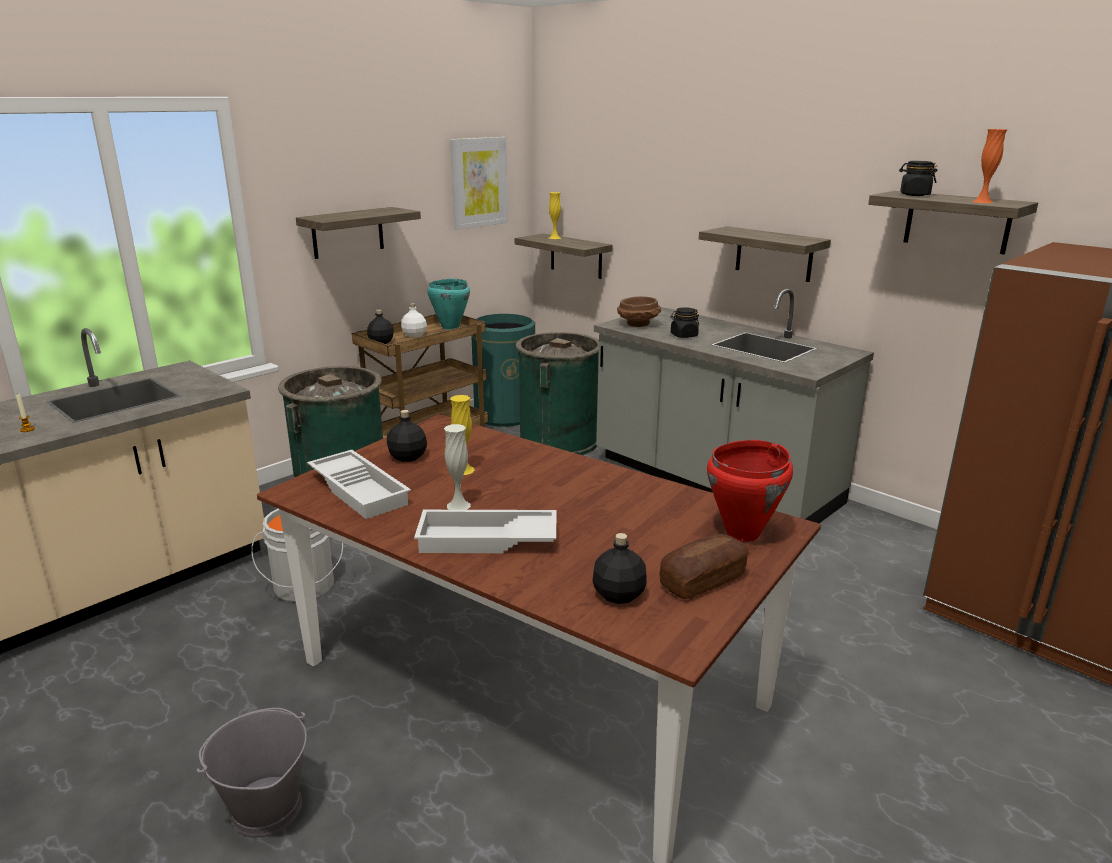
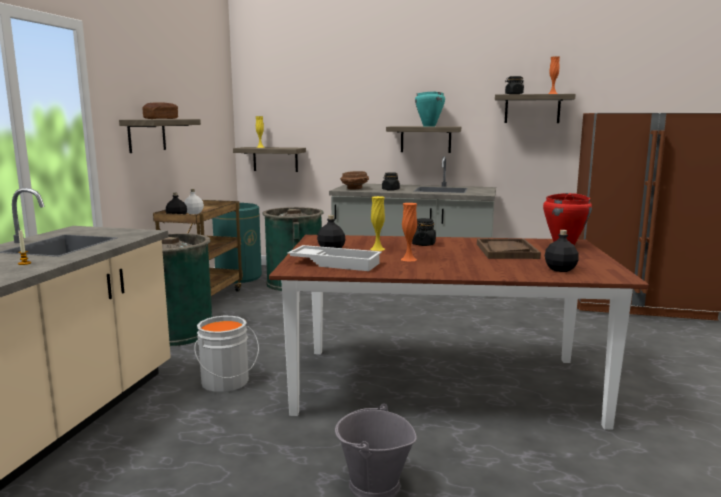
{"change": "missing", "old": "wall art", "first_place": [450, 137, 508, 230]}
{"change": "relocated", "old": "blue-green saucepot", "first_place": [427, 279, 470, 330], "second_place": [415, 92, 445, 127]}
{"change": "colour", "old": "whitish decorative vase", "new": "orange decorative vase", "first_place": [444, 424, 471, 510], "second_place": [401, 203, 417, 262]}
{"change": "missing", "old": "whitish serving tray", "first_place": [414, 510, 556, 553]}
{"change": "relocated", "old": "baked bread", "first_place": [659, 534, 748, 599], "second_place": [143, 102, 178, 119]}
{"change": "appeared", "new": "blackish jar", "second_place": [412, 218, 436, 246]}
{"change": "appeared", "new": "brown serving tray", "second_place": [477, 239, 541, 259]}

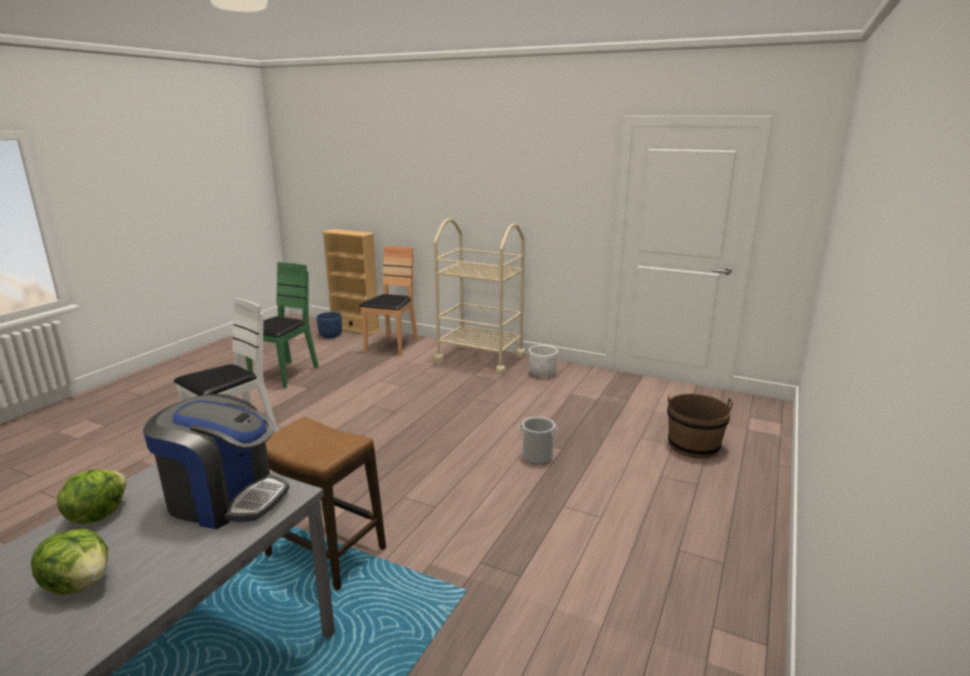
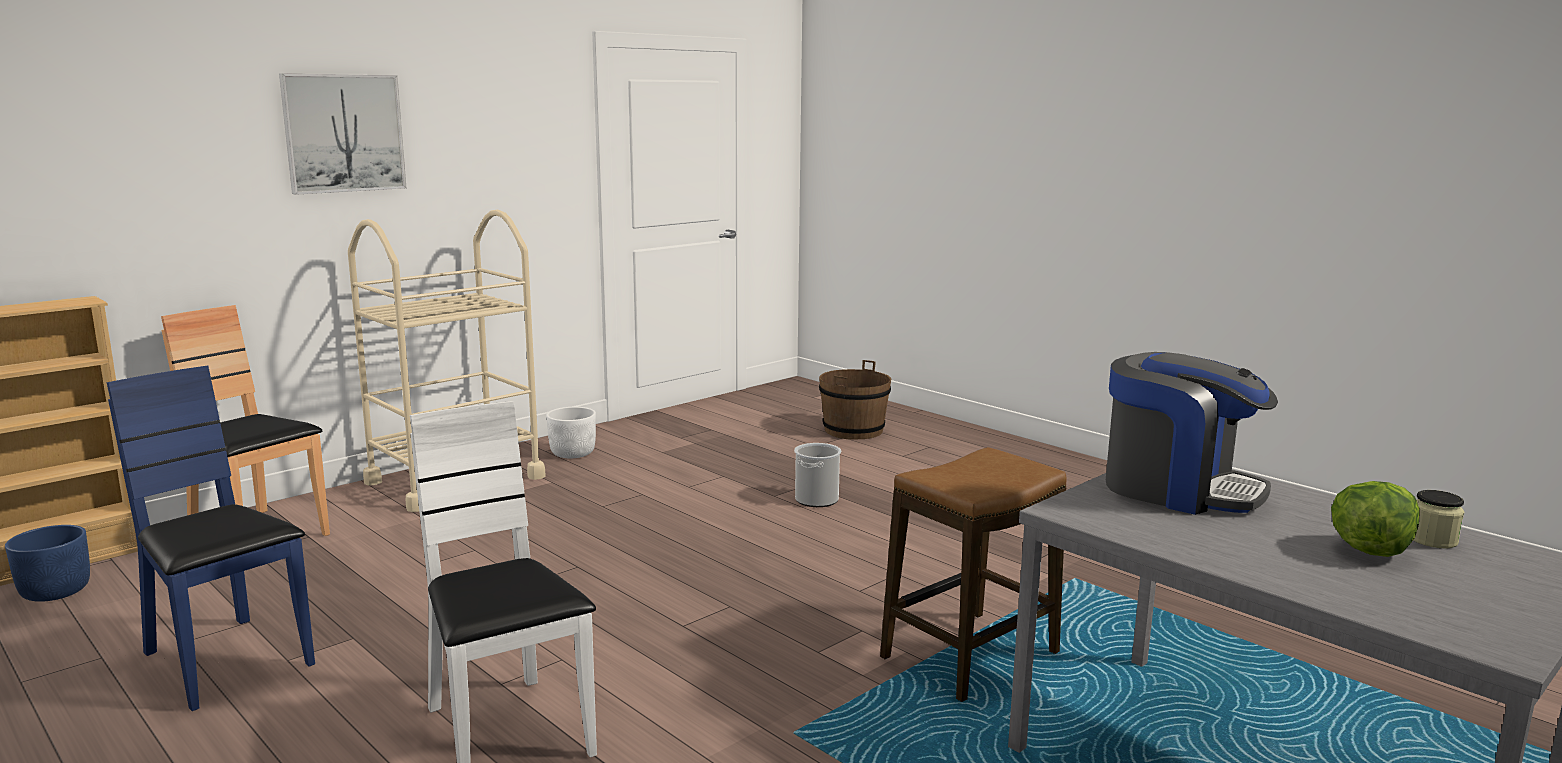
{"change": "colour", "old": "green upright chair", "new": "bluish upright chair", "first_place": [245, 262, 319, 388], "second_place": [107, 366, 315, 711]}
{"change": "spun", "old": "coffee machine", "first_place": [143, 394, 289, 529], "second_place": [1106, 352, 1278, 515], "degrees": 90}
{"change": "missing", "old": "lettuce head", "first_place": [57, 469, 127, 524]}
{"change": "appeared", "new": "wall art", "second_place": [279, 73, 406, 195]}
{"change": "appeared", "new": "jar", "second_place": [1413, 490, 1464, 548]}

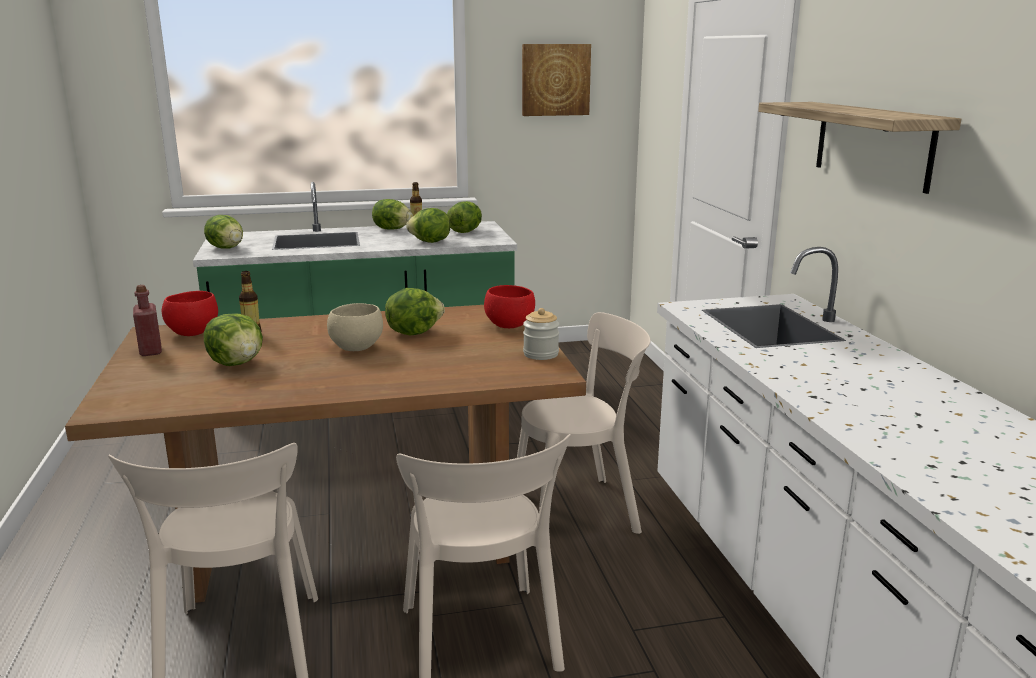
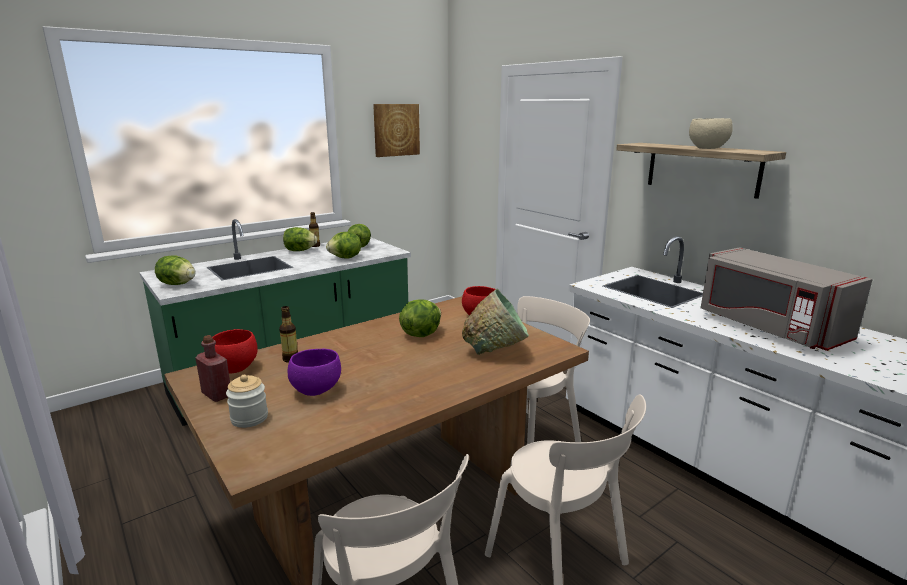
{"change": "relocated", "old": "sand-coloured serving bowl", "first_place": [327, 303, 383, 351], "second_place": [689, 118, 733, 149]}
{"change": "relocated", "old": "jar", "first_place": [523, 308, 559, 360], "second_place": [226, 375, 268, 428]}
{"change": "exchanged", "old": "lettuce head", "new": "purple-coloured serving bowl", "first_place": [204, 313, 263, 366], "second_place": [288, 349, 341, 396]}
{"change": "appeared", "new": "greyish microwave oven", "second_place": [701, 247, 873, 351]}
{"change": "appeared", "new": "green serving bowl", "second_place": [462, 288, 529, 355]}

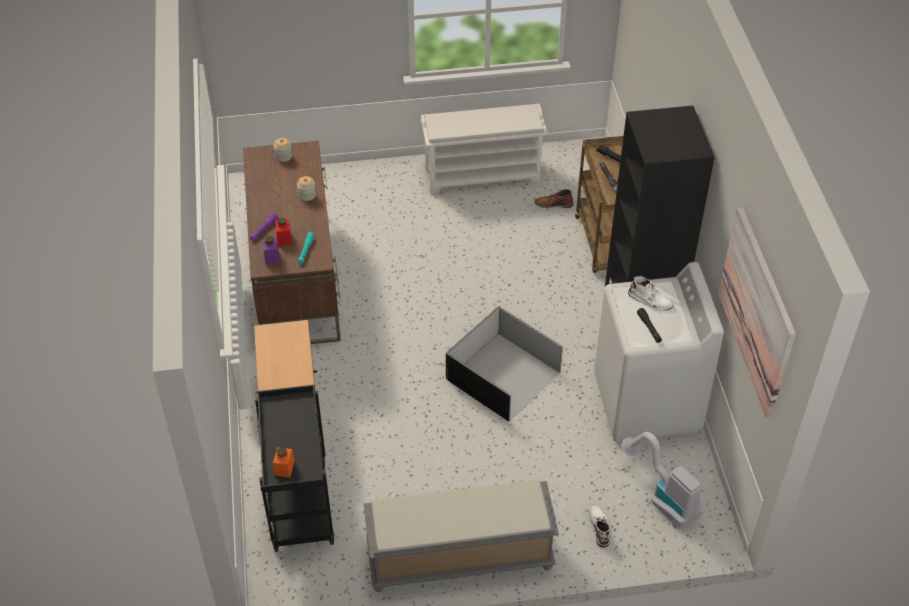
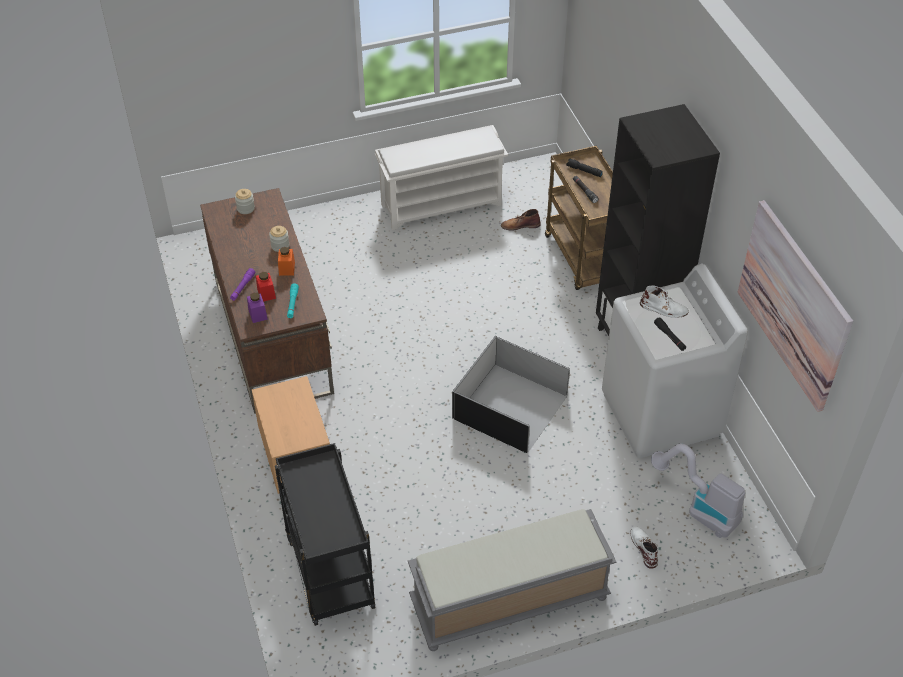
{"change": "relocated", "old": "orange jar", "first_place": [273, 447, 295, 478], "second_place": [278, 247, 295, 276]}

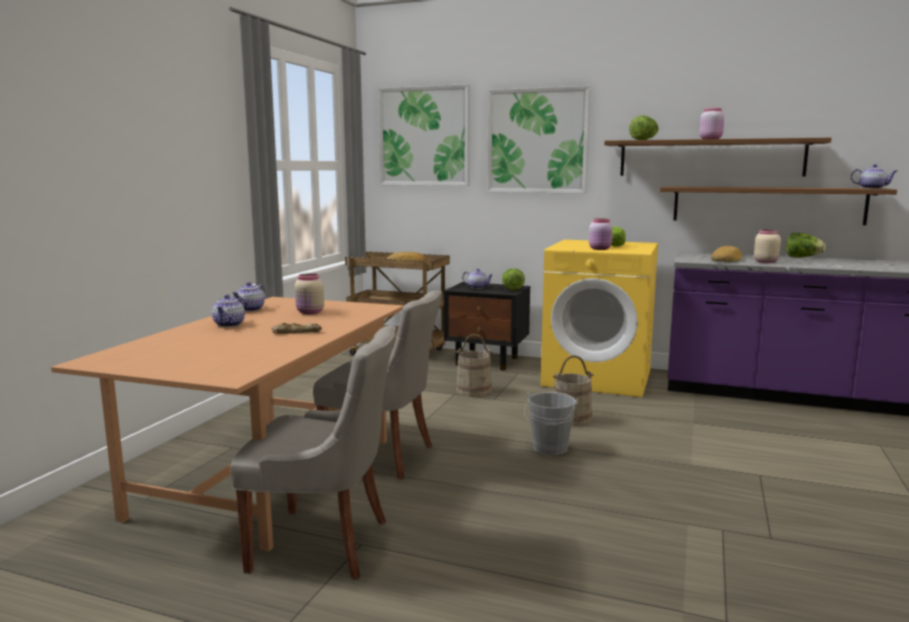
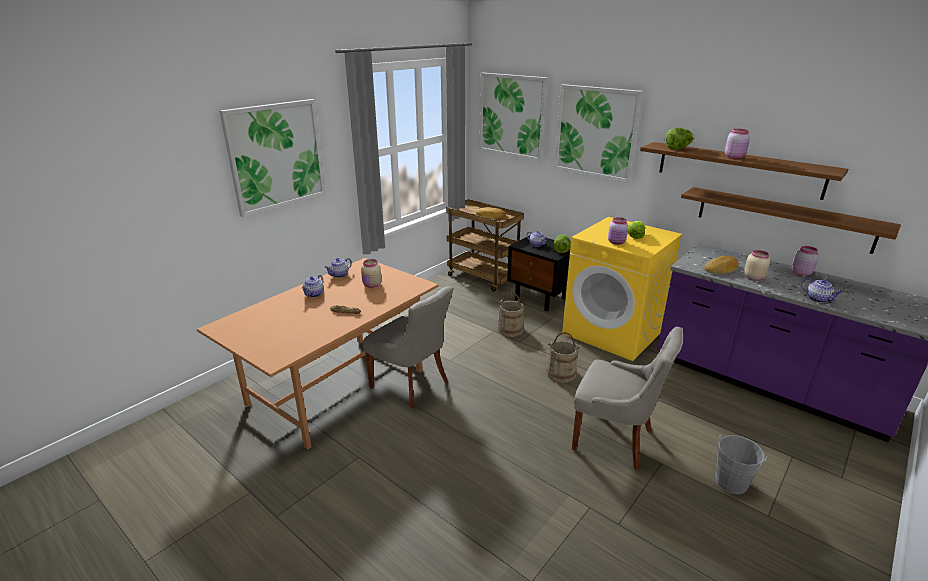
{"change": "relocated", "old": "pot for tea", "first_place": [851, 164, 897, 189], "second_place": [801, 278, 843, 303]}
{"change": "exchanged", "old": "lettuce head", "new": "pink jar", "first_place": [786, 233, 826, 258], "second_place": [792, 246, 819, 276]}
{"change": "relocated", "old": "greyish upright chair", "first_place": [230, 326, 396, 580], "second_place": [572, 327, 683, 470]}
{"change": "relocated", "old": "greyish water bucket", "first_place": [524, 392, 578, 455], "second_place": [713, 435, 767, 494]}
{"change": "appeared", "new": "wall art", "second_place": [219, 99, 326, 217]}

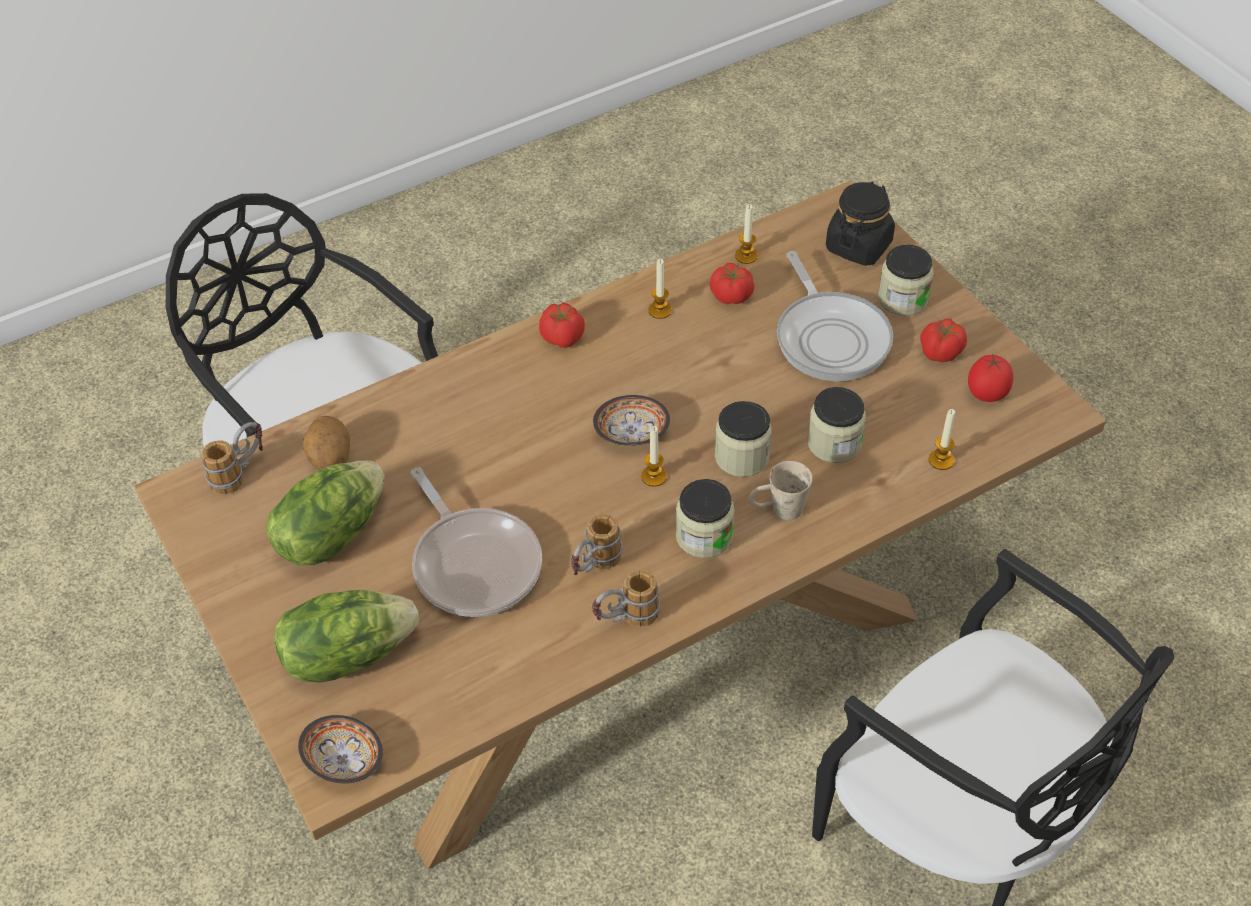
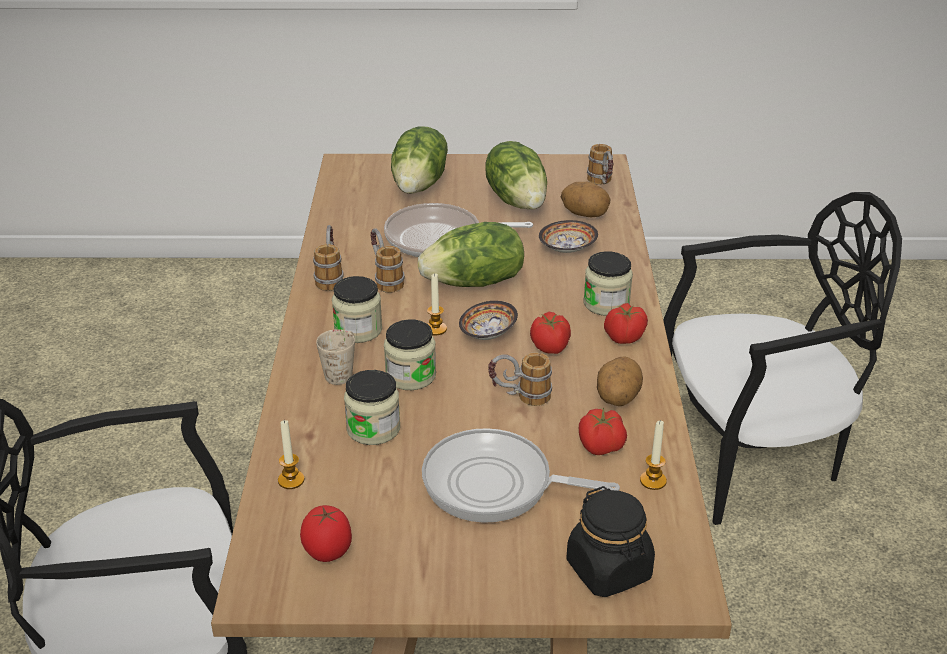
{"change": "relocated", "old": "jar", "first_place": [878, 245, 934, 316], "second_place": [584, 251, 633, 316]}
{"change": "exchanged", "old": "wax candle", "new": "whole potato", "first_place": [648, 259, 672, 319], "second_place": [597, 356, 643, 406]}
{"change": "relocated", "old": "tomato", "first_place": [920, 319, 967, 362], "second_place": [530, 312, 571, 354]}
{"change": "relocated", "old": "serving bowl", "first_place": [298, 715, 383, 784], "second_place": [539, 220, 598, 253]}
{"change": "appeared", "new": "lettuce head", "second_place": [418, 222, 524, 287]}
{"change": "appeared", "new": "coffee mug", "second_place": [488, 352, 552, 406]}

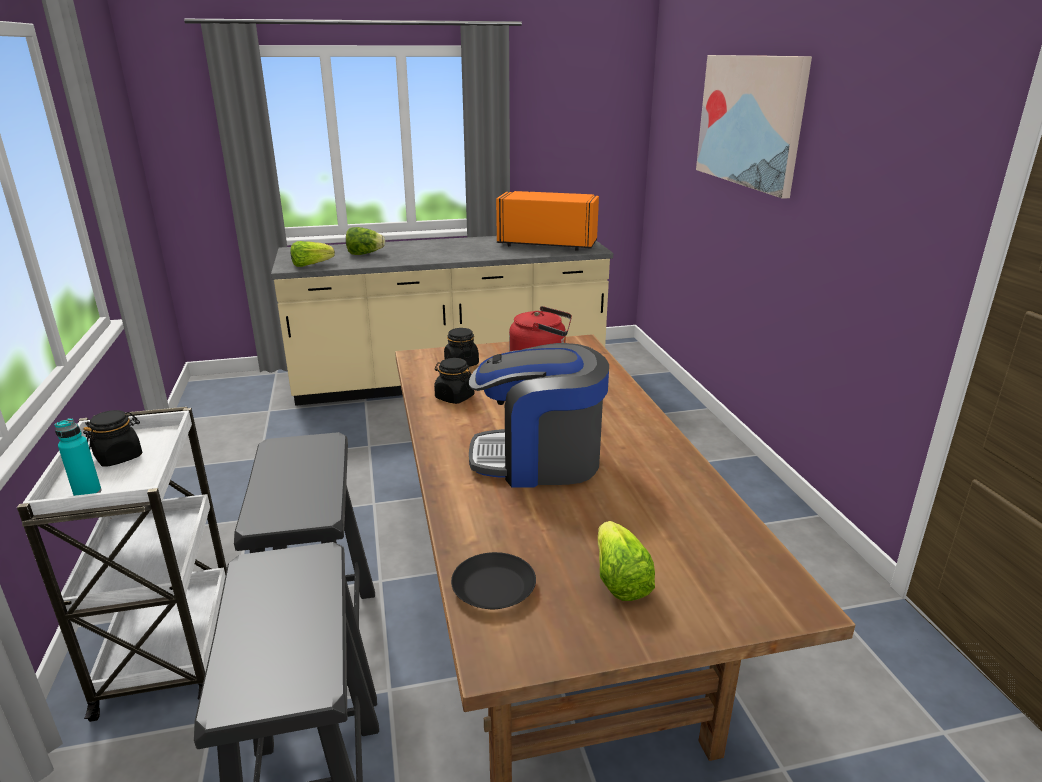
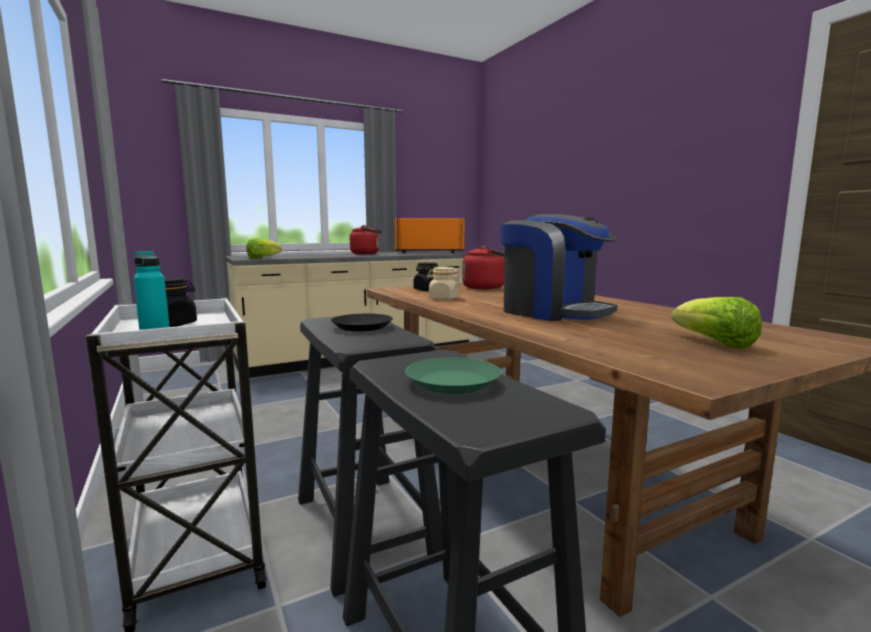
{"change": "missing", "old": "wall art", "first_place": [696, 55, 812, 199]}
{"change": "missing", "old": "lettuce head", "first_place": [346, 227, 385, 255]}
{"change": "spun", "old": "coffee machine", "first_place": [469, 343, 609, 488], "second_place": [501, 214, 618, 321], "degrees": -120}
{"change": "colour", "old": "blackish jar", "new": "sand-coloured jar", "first_place": [434, 358, 474, 404], "second_place": [427, 267, 461, 300]}
{"change": "relocated", "old": "blackish flat dish", "first_place": [451, 552, 536, 609], "second_place": [331, 314, 393, 332]}
{"change": "appeared", "new": "reddish kettle", "second_place": [350, 225, 382, 254]}
{"change": "appeared", "new": "green flat dish", "second_place": [405, 357, 501, 394]}

